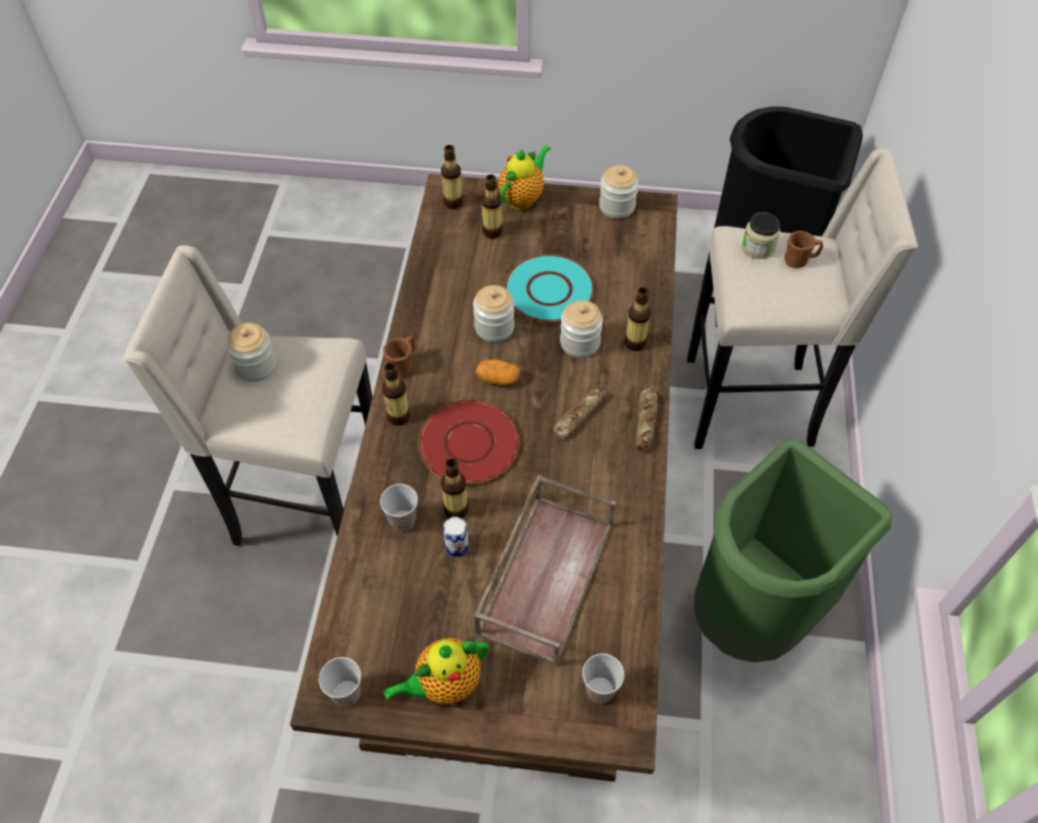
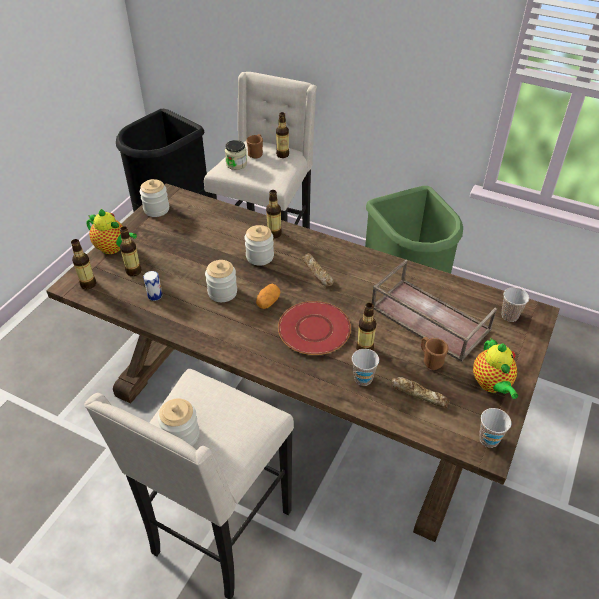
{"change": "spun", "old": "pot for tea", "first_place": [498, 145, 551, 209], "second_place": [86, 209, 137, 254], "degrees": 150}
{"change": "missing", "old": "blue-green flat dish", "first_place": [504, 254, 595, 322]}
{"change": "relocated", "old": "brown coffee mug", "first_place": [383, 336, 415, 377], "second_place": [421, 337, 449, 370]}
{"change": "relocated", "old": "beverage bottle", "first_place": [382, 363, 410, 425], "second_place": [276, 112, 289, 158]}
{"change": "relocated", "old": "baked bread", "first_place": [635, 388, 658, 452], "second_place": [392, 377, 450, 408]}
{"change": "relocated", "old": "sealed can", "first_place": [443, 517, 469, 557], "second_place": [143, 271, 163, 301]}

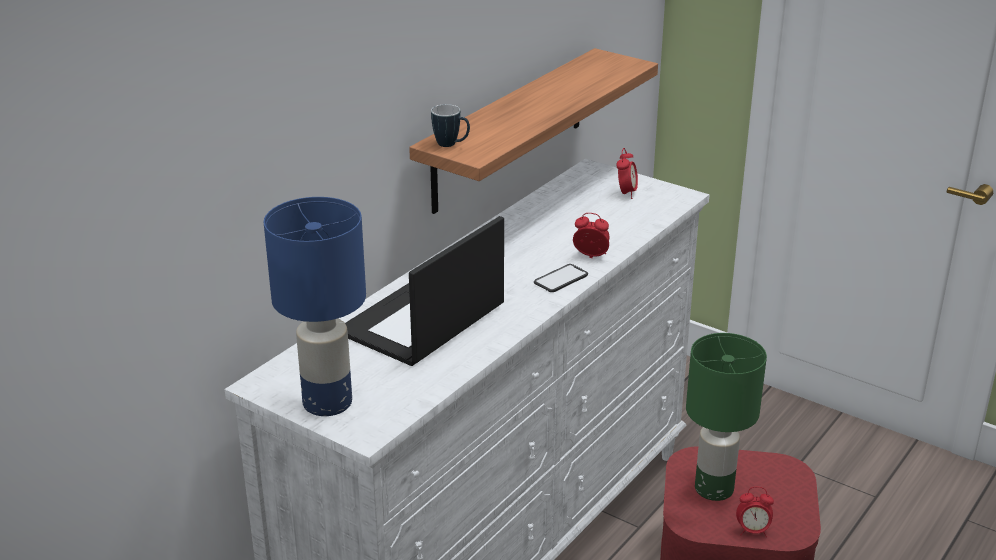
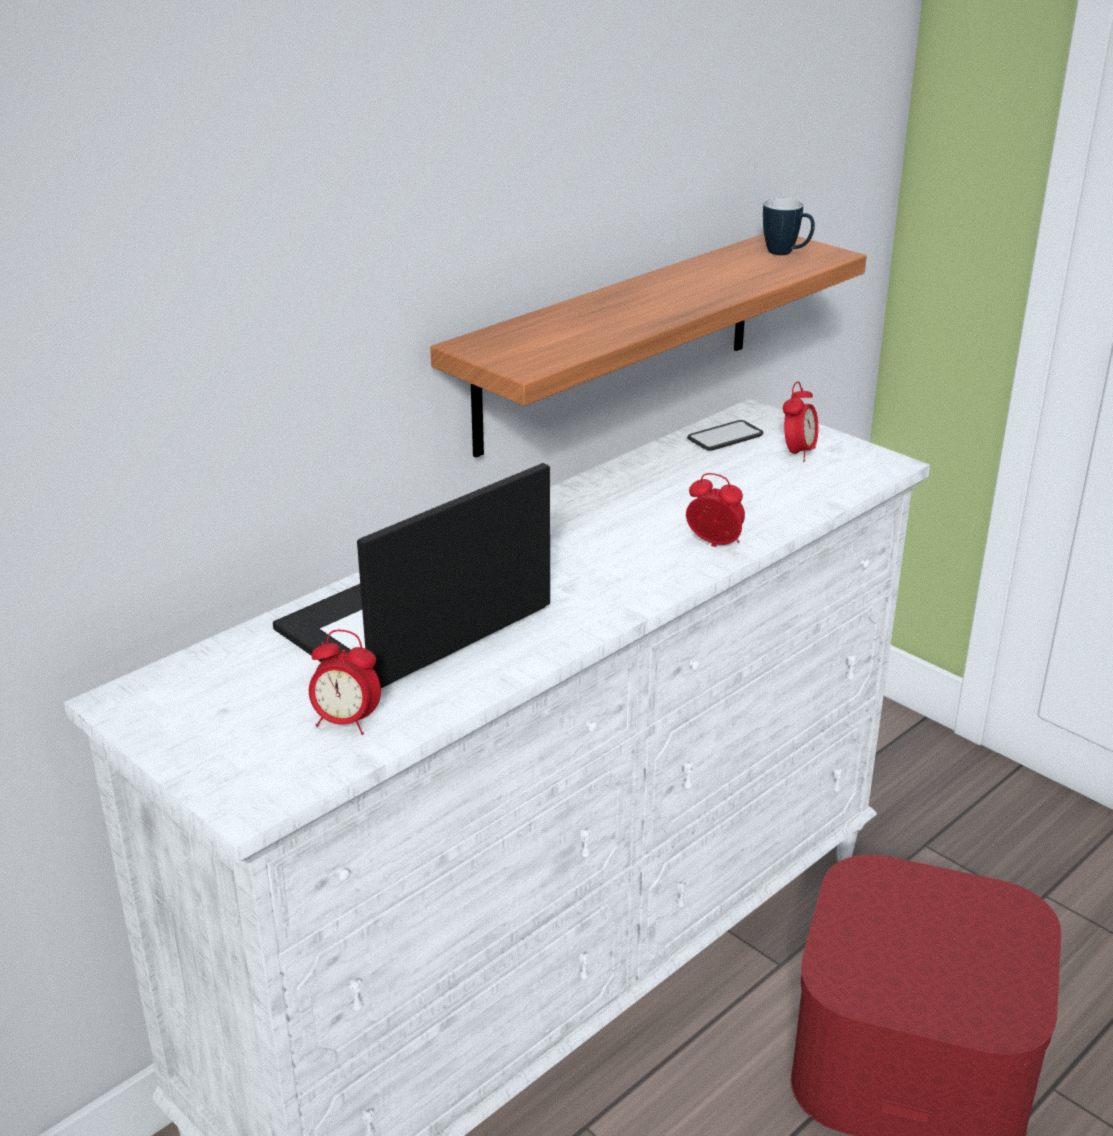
{"change": "relocated", "old": "coffee mug", "first_place": [431, 104, 470, 147], "second_place": [763, 198, 815, 255]}
{"change": "missing", "old": "bluish lamp for a table", "first_place": [264, 197, 366, 416]}
{"change": "relocated", "old": "telephone", "first_place": [534, 264, 588, 292], "second_place": [687, 420, 763, 451]}
{"change": "missing", "old": "green lamp for a table", "first_place": [686, 333, 767, 501]}
{"change": "relocated", "old": "alarm clock", "first_place": [736, 487, 774, 537], "second_place": [309, 630, 381, 735]}

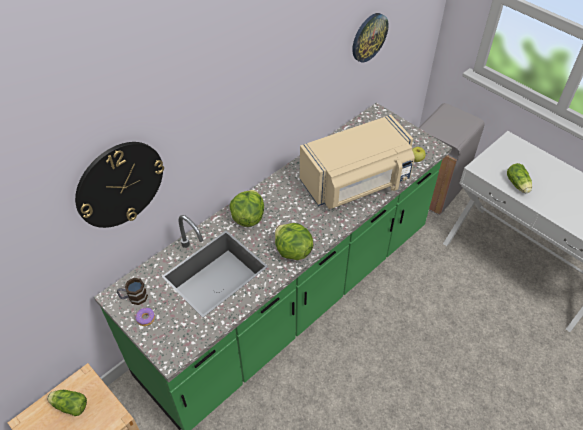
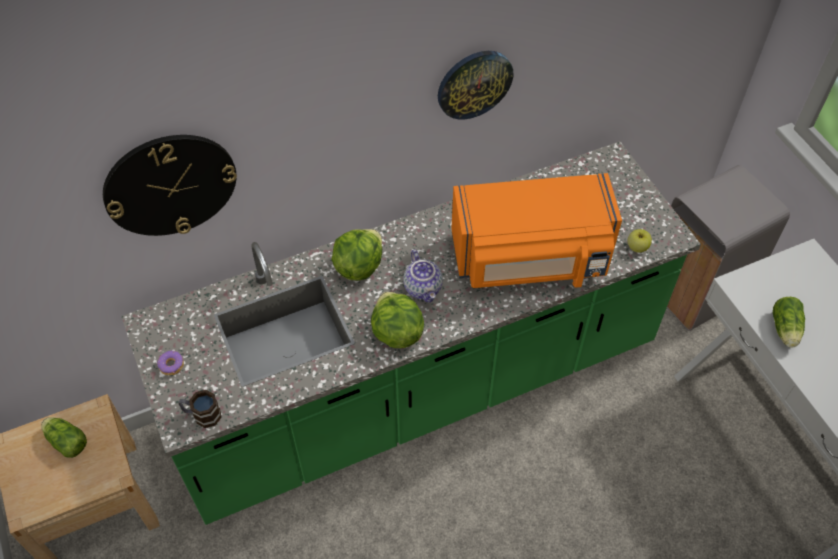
{"change": "relocated", "old": "wall clock", "first_place": [352, 13, 389, 62], "second_place": [438, 51, 513, 120]}
{"change": "colour", "old": "sand-coloured microwave oven", "new": "orange microwave oven", "first_place": [300, 115, 415, 209], "second_place": [451, 173, 622, 288]}
{"change": "relocated", "old": "coffee mug", "first_place": [117, 278, 148, 305], "second_place": [178, 390, 222, 428]}
{"change": "appeared", "new": "pot for tea", "second_place": [403, 249, 443, 303]}

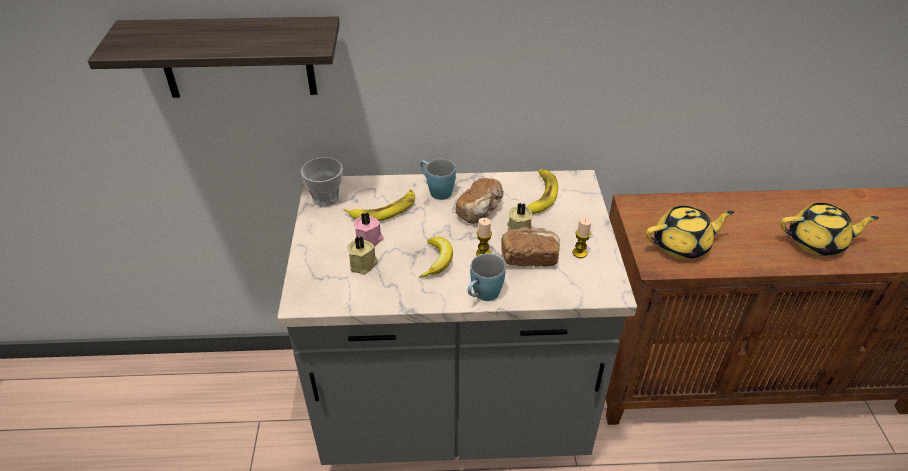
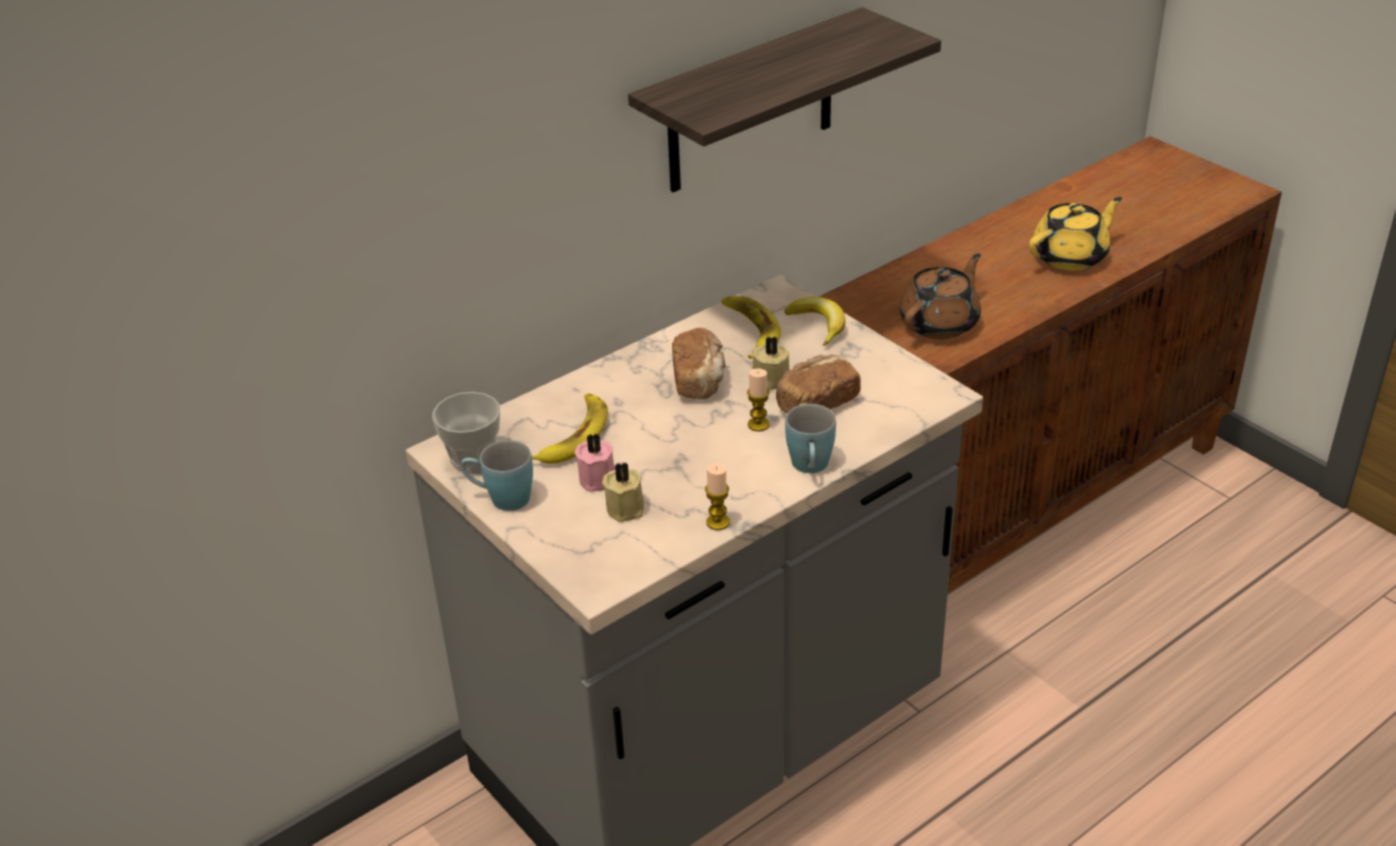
{"change": "relocated", "old": "bracket shelf", "first_place": [88, 16, 340, 98], "second_place": [628, 7, 941, 192]}
{"change": "relocated", "old": "bluish coffee mug", "first_place": [420, 159, 456, 200], "second_place": [461, 440, 533, 511]}
{"change": "colour", "old": "yellow-coloured pot for tea", "new": "brown pot for tea", "first_place": [646, 206, 734, 259], "second_place": [899, 253, 981, 339]}
{"change": "relocated", "old": "wax candle", "first_place": [573, 217, 591, 258], "second_place": [705, 463, 730, 530]}
{"change": "relocated", "old": "banana", "first_place": [419, 237, 453, 278], "second_place": [784, 297, 845, 346]}

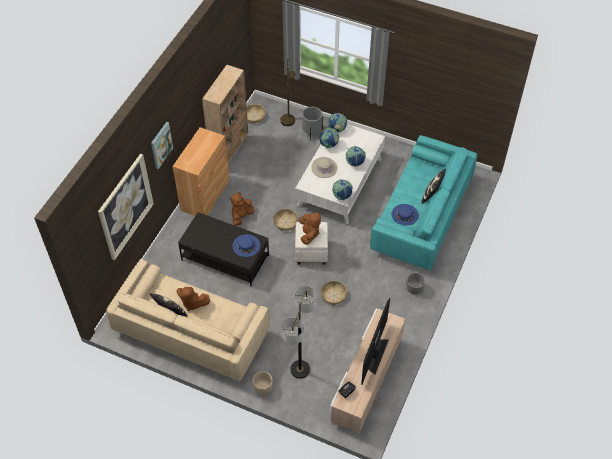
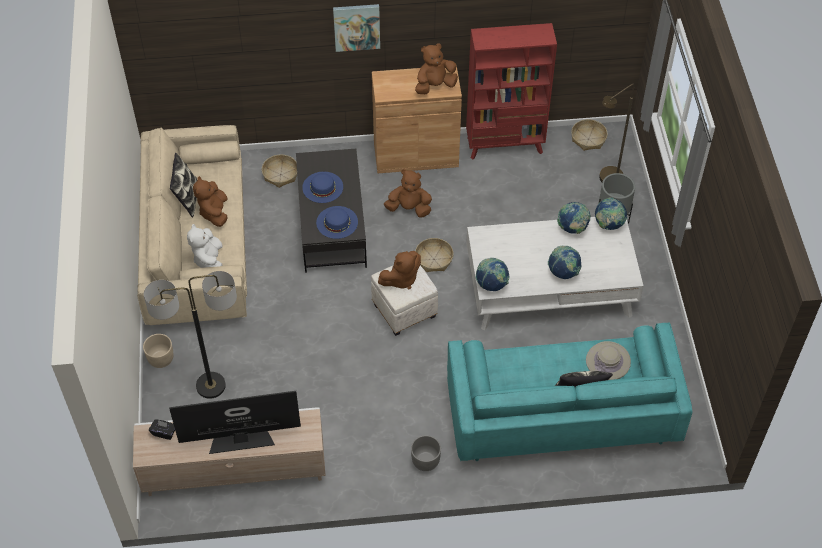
{"change": "colour", "old": "sand-coloured bookcase", "new": "reddish bookcase", "first_place": [202, 65, 249, 171], "second_place": [466, 23, 557, 159]}
{"change": "missing", "old": "wall art", "first_place": [98, 154, 154, 260]}
{"change": "relocated", "old": "sand-coloured hat", "first_place": [311, 157, 338, 178], "second_place": [586, 341, 631, 380]}
{"change": "relocated", "old": "bluish hat", "first_place": [391, 204, 419, 226], "second_place": [302, 172, 343, 203]}
{"change": "relocated", "old": "storage basket", "first_place": [321, 281, 347, 306], "second_place": [262, 154, 297, 188]}
{"change": "appeared", "new": "brown plush toy", "second_place": [415, 43, 458, 94]}
{"change": "appeared", "new": "whitish plush toy", "second_place": [187, 224, 223, 268]}

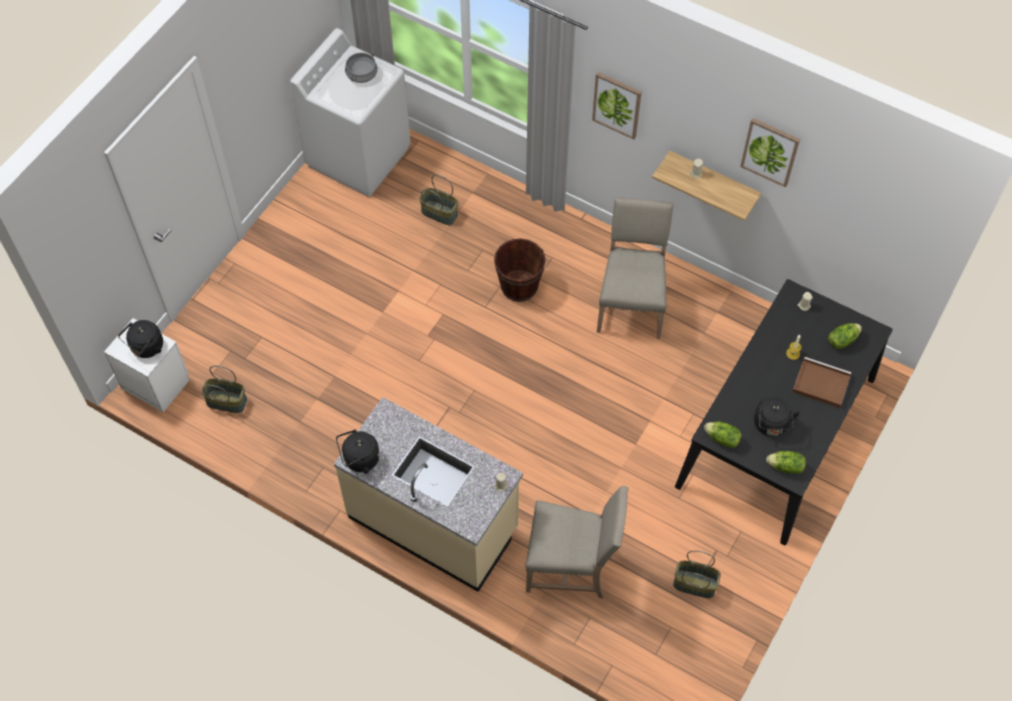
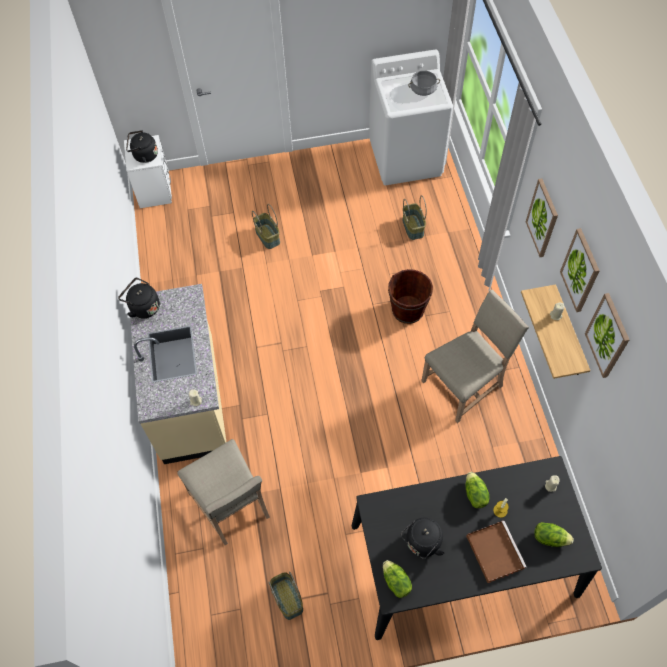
{"change": "relocated", "old": "storage basket", "first_place": [201, 366, 247, 413], "second_place": [252, 204, 280, 249]}
{"change": "relocated", "old": "lettuce head", "first_place": [704, 422, 741, 448], "second_place": [466, 472, 490, 508]}
{"change": "appeared", "new": "wall art", "second_place": [560, 228, 600, 312]}

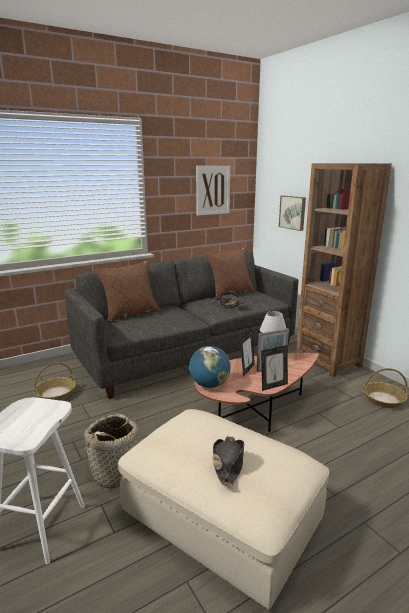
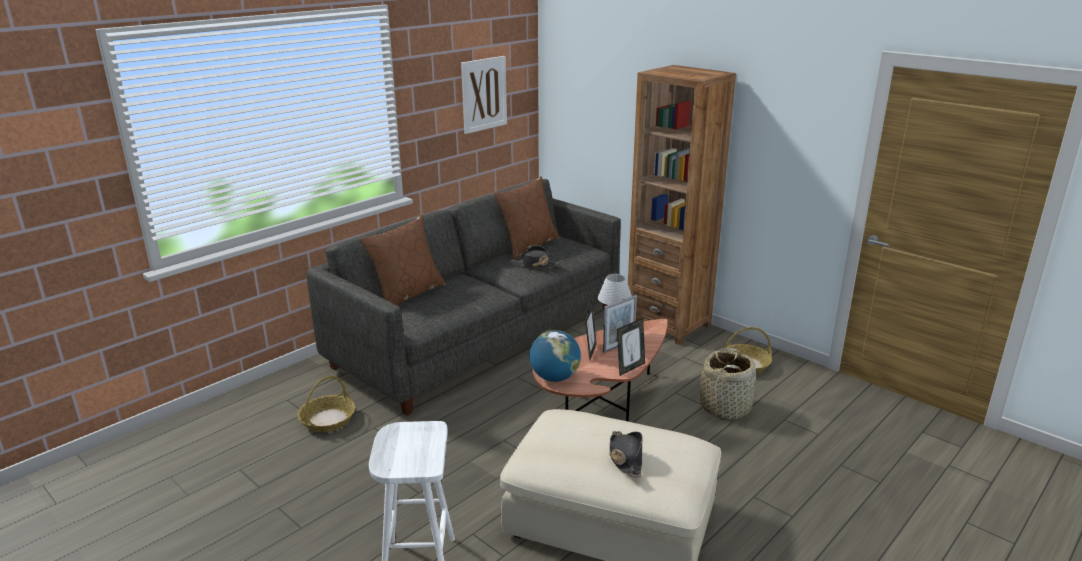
{"change": "missing", "old": "wall art", "first_place": [279, 195, 306, 231]}
{"change": "relocated", "old": "storage basket", "first_place": [84, 413, 141, 488], "second_place": [700, 348, 756, 421]}

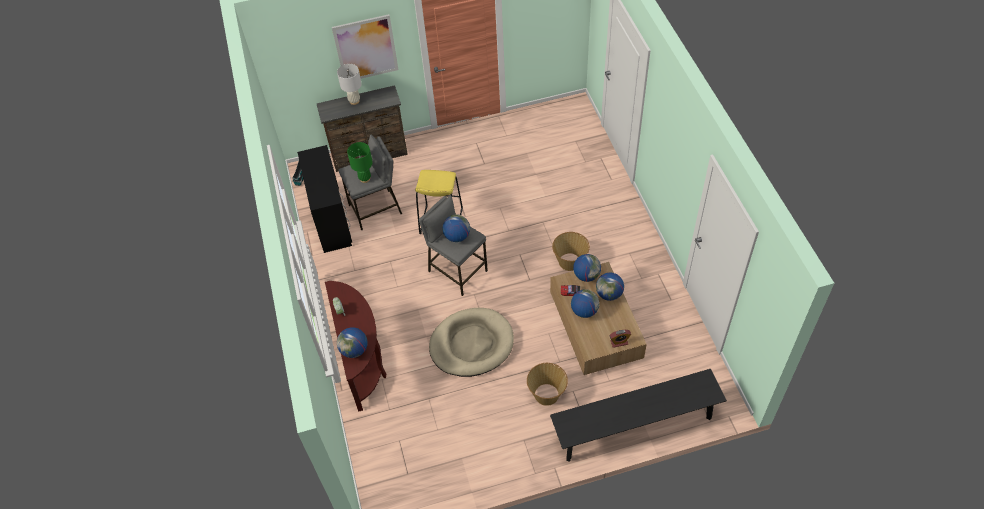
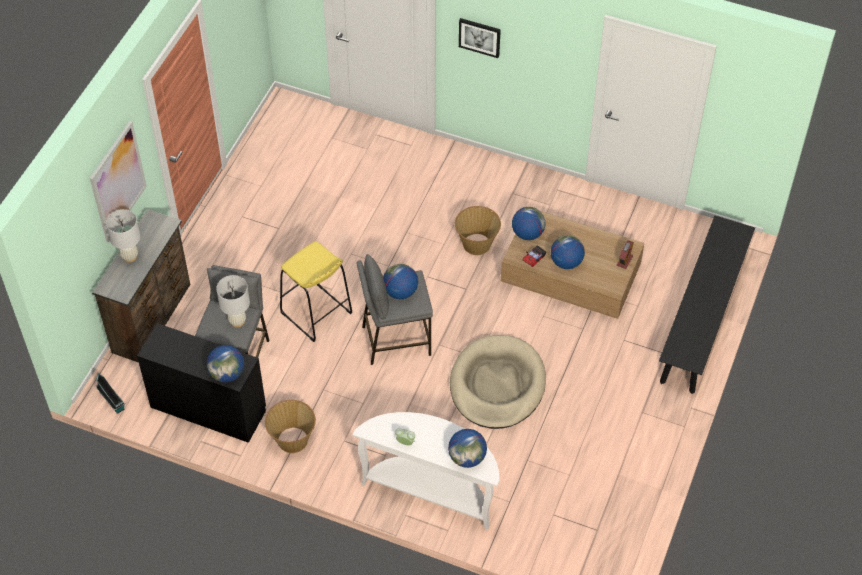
{"change": "colour", "old": "green lamp for a table", "new": "whitish lamp for a table", "first_place": [347, 142, 373, 183], "second_place": [216, 275, 250, 328]}
{"change": "relocated", "old": "desk globe", "first_place": [596, 273, 624, 301], "second_place": [207, 345, 244, 382]}
{"change": "colour", "old": "brown hall table", "new": "whitish hall table", "first_place": [325, 281, 386, 412], "second_place": [353, 412, 500, 531]}
{"change": "relocated", "old": "storage basket", "first_place": [527, 363, 568, 406], "second_place": [265, 400, 316, 453]}
{"change": "appeared", "new": "wall art", "second_place": [459, 18, 501, 58]}

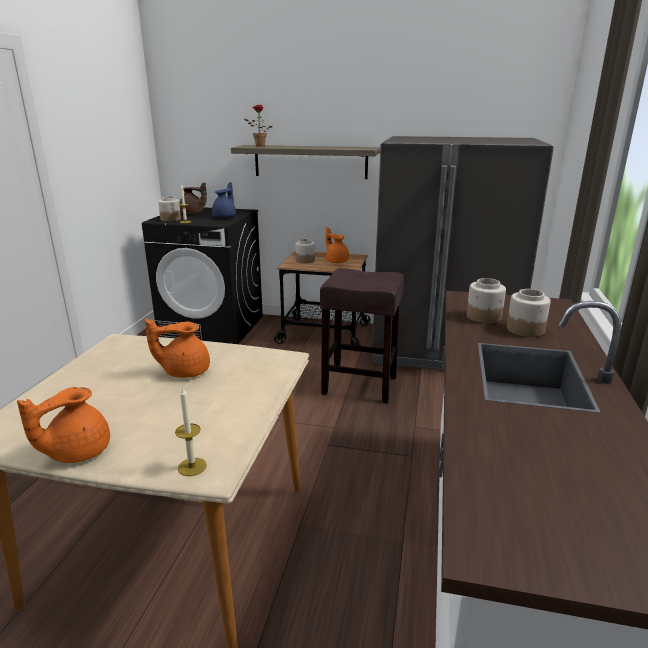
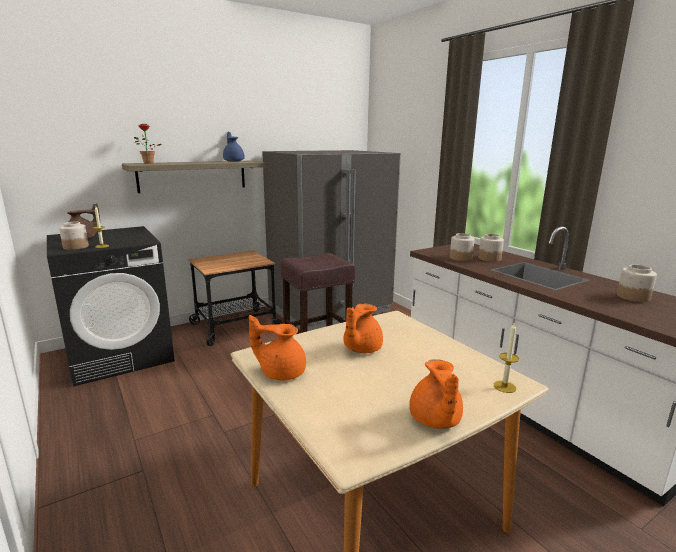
{"change": "relocated", "old": "bluish pot for tea", "first_place": [212, 182, 236, 218], "second_place": [223, 132, 245, 162]}
{"change": "relocated", "old": "orange pot for tea", "first_place": [326, 227, 349, 263], "second_place": [249, 315, 306, 381]}
{"change": "relocated", "old": "jar", "first_place": [295, 239, 315, 264], "second_place": [617, 265, 657, 302]}

